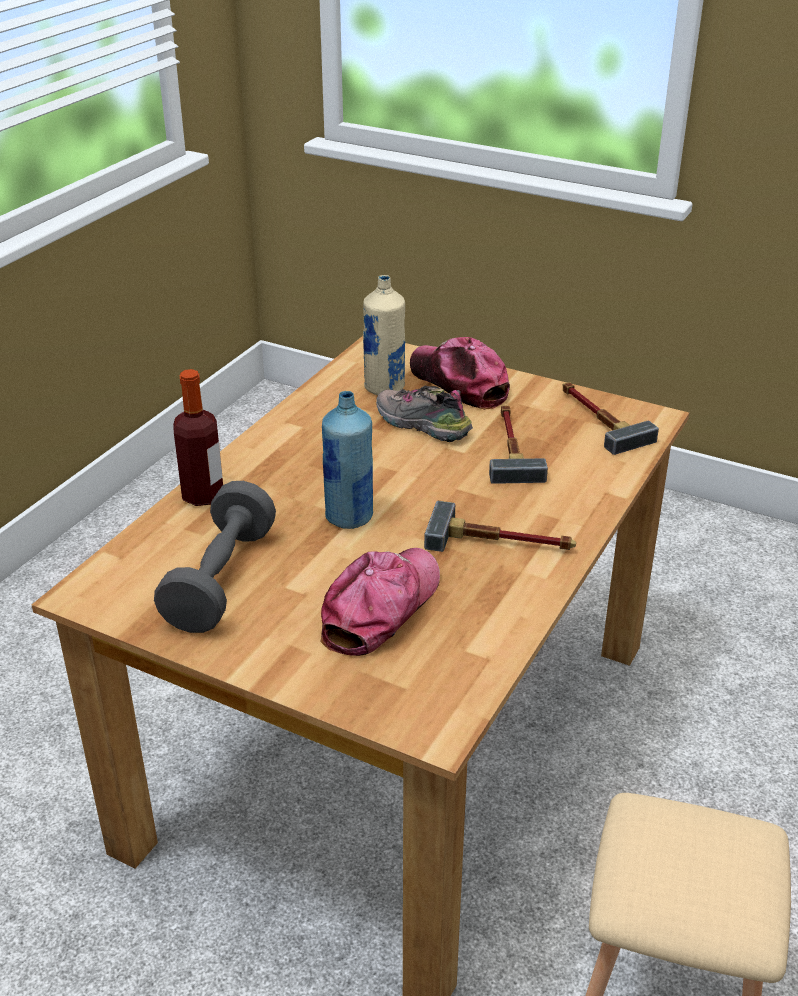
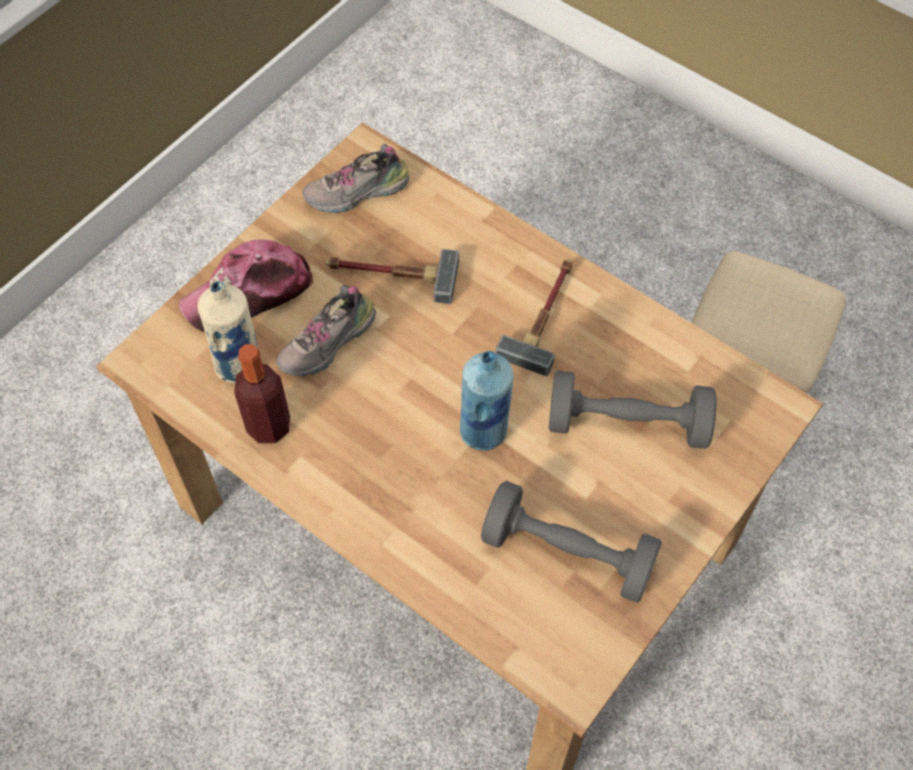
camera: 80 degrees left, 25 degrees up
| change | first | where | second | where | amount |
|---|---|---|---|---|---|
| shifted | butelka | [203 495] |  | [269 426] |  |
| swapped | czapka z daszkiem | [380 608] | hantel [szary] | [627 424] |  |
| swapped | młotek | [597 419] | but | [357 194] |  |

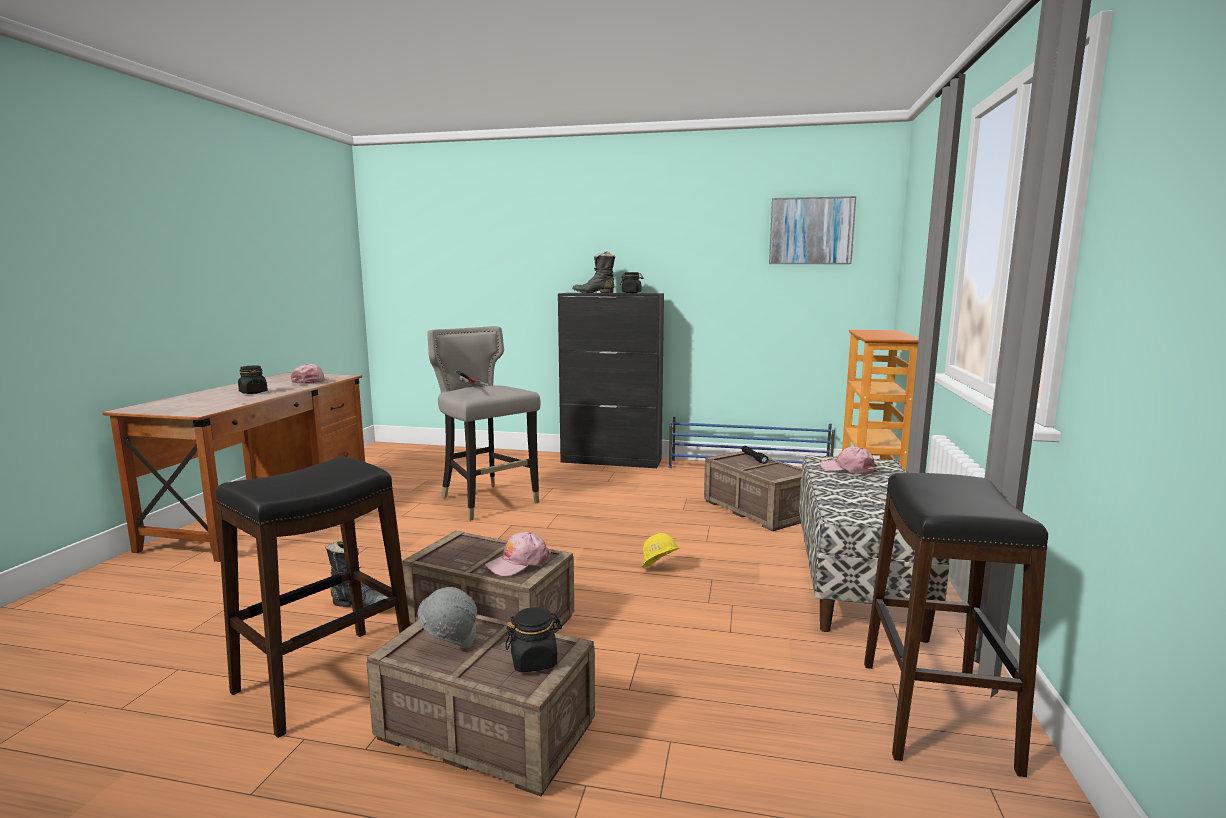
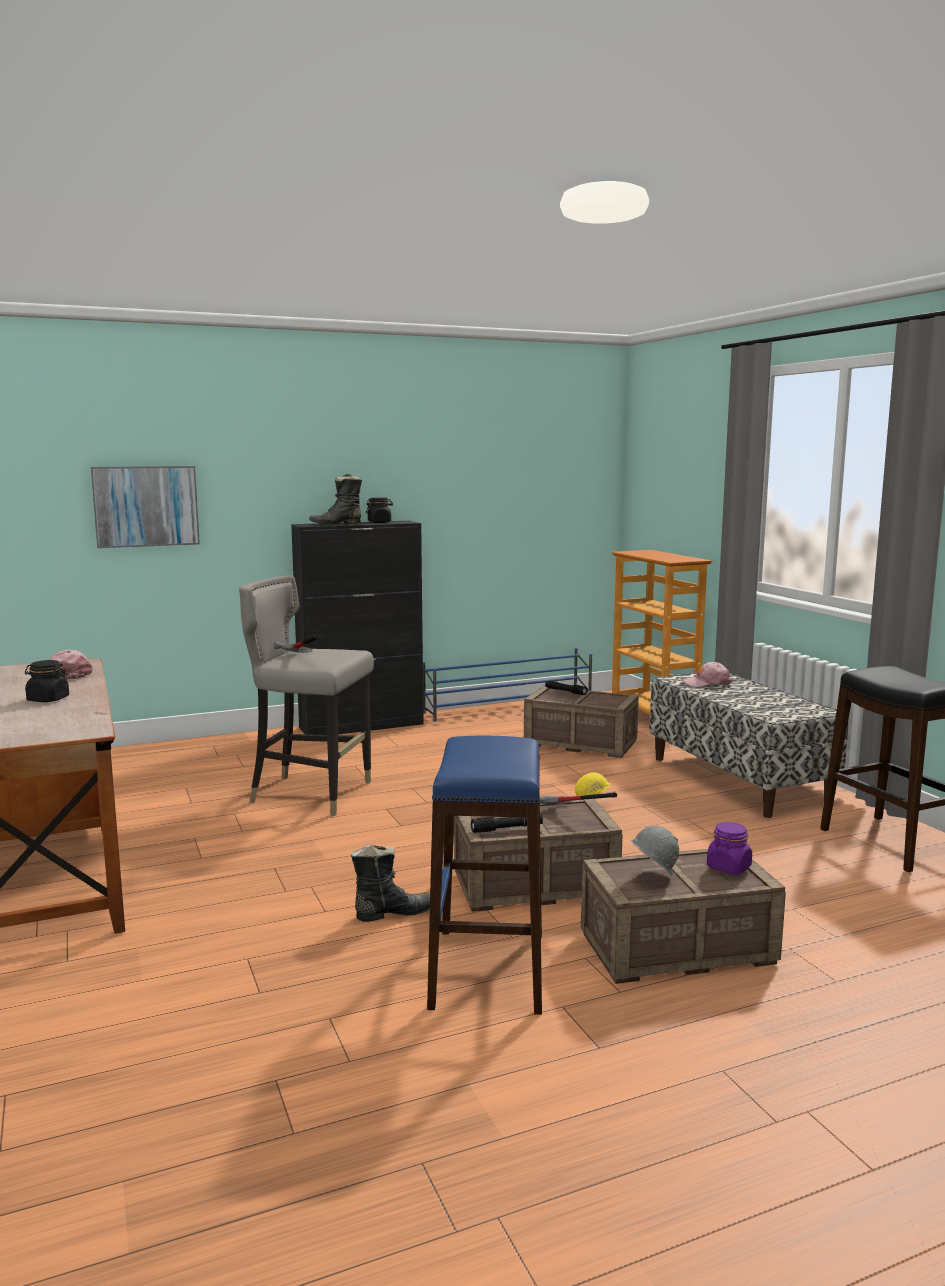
camera: 35 degrees left, 0 degrees up
| change | first | where | second | where | amount |
|---|---|---|---|---|---|
| repainted | stołek [czarny] | [326 678] | stołek [niebieski] | [488 969] |  |
| swapped | czapka z daszkiem [różowy] | [518 563] | młotek | [571 816] |  |
| repainted | słoik [czarny] | [534 661] | słoik [fioletowy] | [729 867] |  |
| shifted | obraz | [811 231] |  | [146 506] |  |
| new |  |  | latarka [czarny] | [507 829] |  |

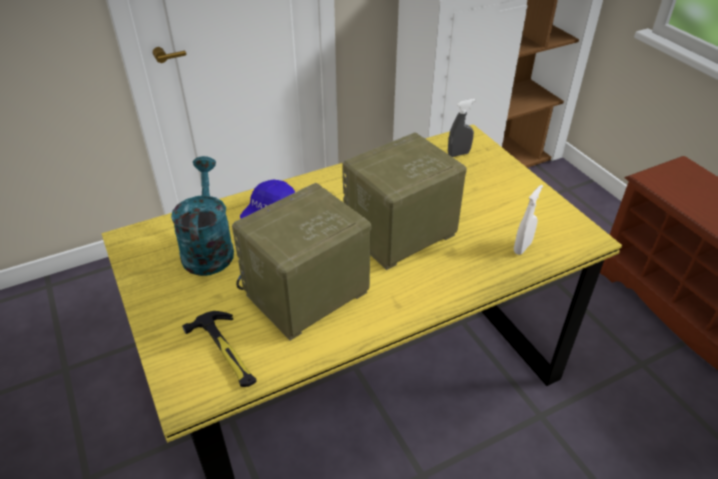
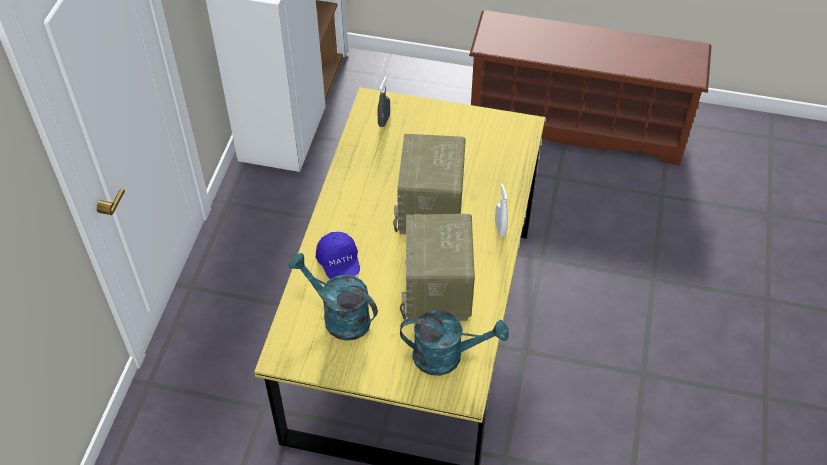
camera: 50 degrees left, 10 degrees up
| change | first | where | second | where | amount |
|---|---|---|---|---|---|
| swapped | młotek | [226 351] | konewka [turkusowy] | [447 356] |  |
| shifted | spryskiwacz [biały] | [522 247] |  | [500 228] |  |

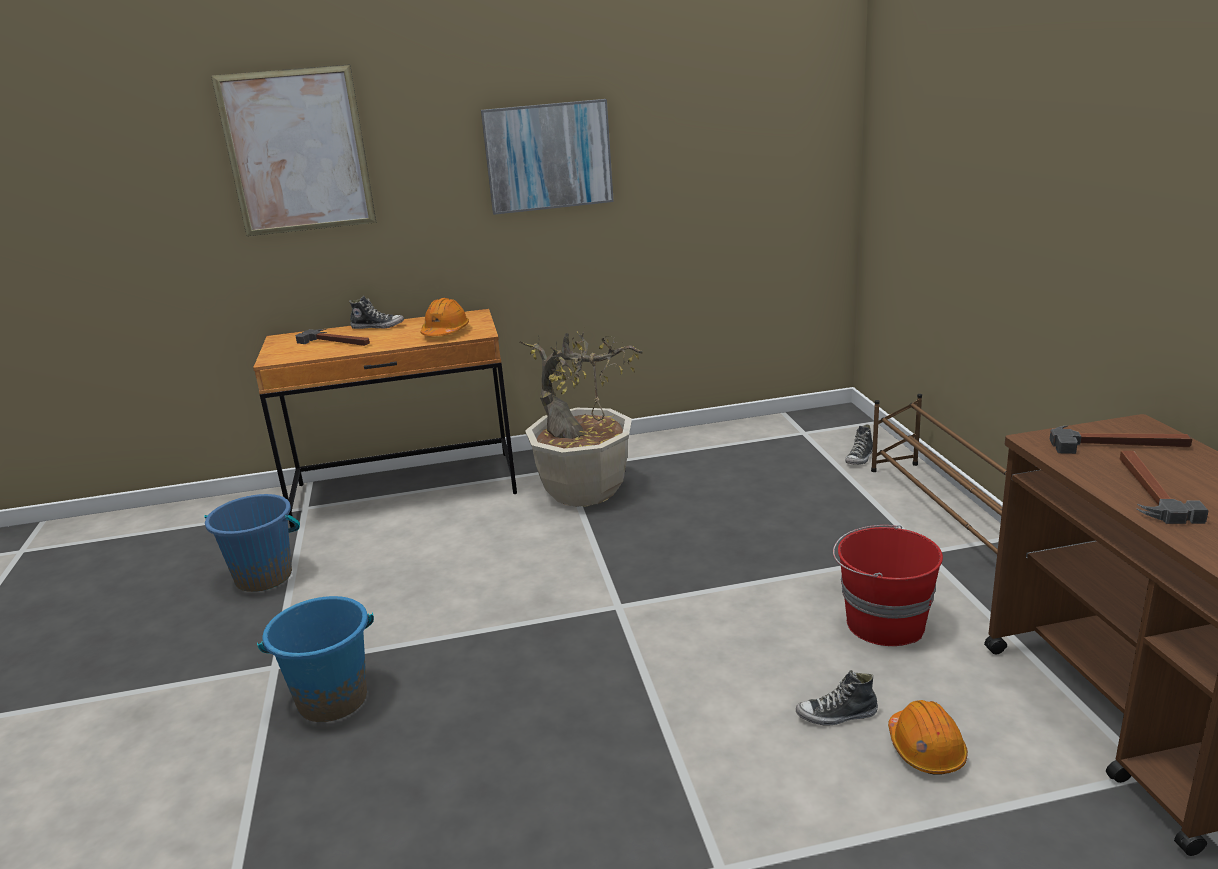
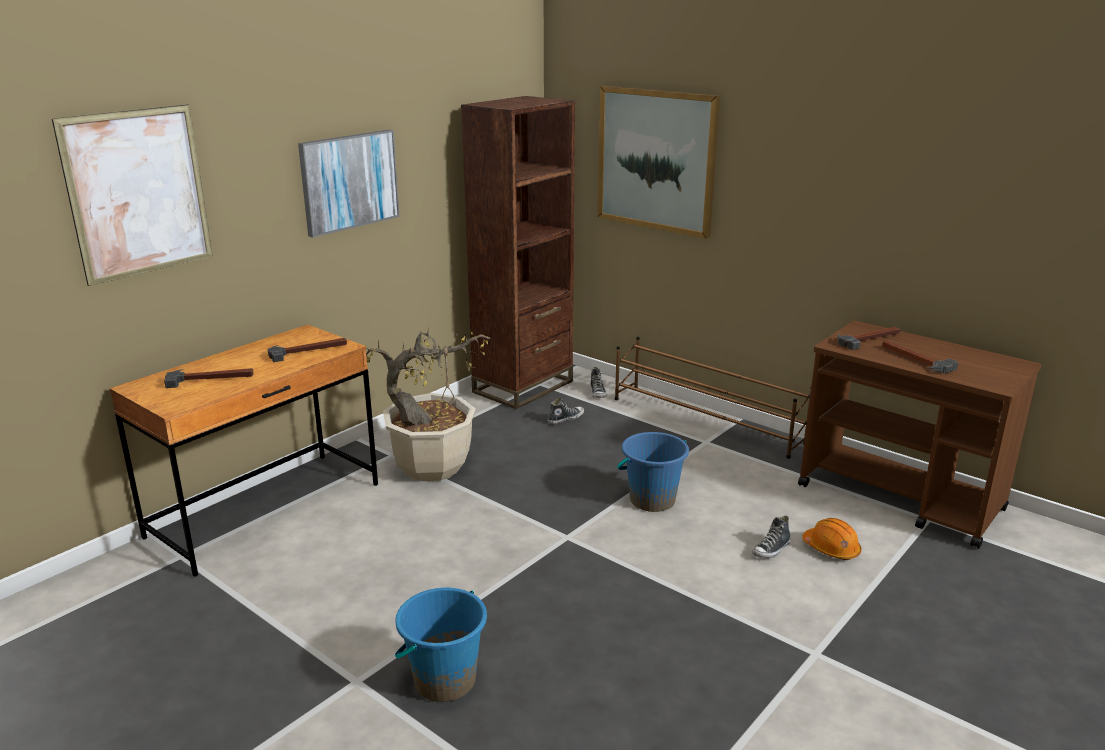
camera: 40 degrees left, 0 degrees up
| change | first | where | second | where | amount |
|---|---|---|---|---|---|
| shifted | wiadro [niebieski] | [264 577] |  | [652 500] |  |
| shifted | but | [378 326] |  | [565 418] |  |
| swapped | kask [pomarańczowy] | [445 332] | młotek | [308 351] |  |
| gone | wiadro [czerwony] | [883 623] |  |  |  |
| new |  |  | regał [brązowy] | [523 387] |  |
| new |  |  | obraz | [656 160] |  |

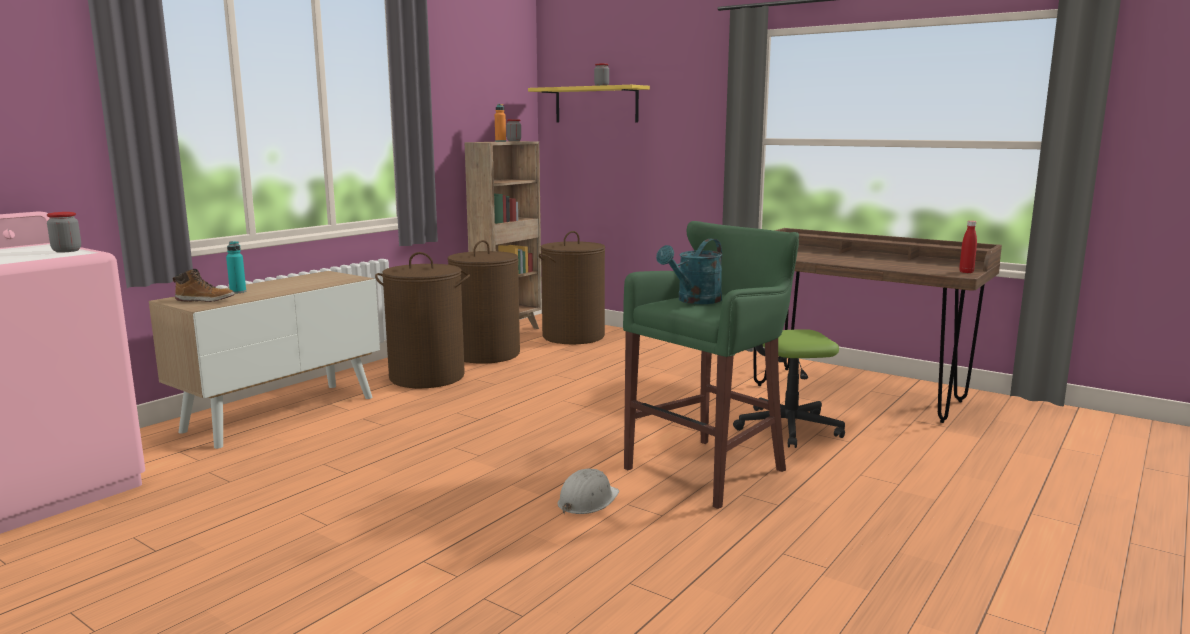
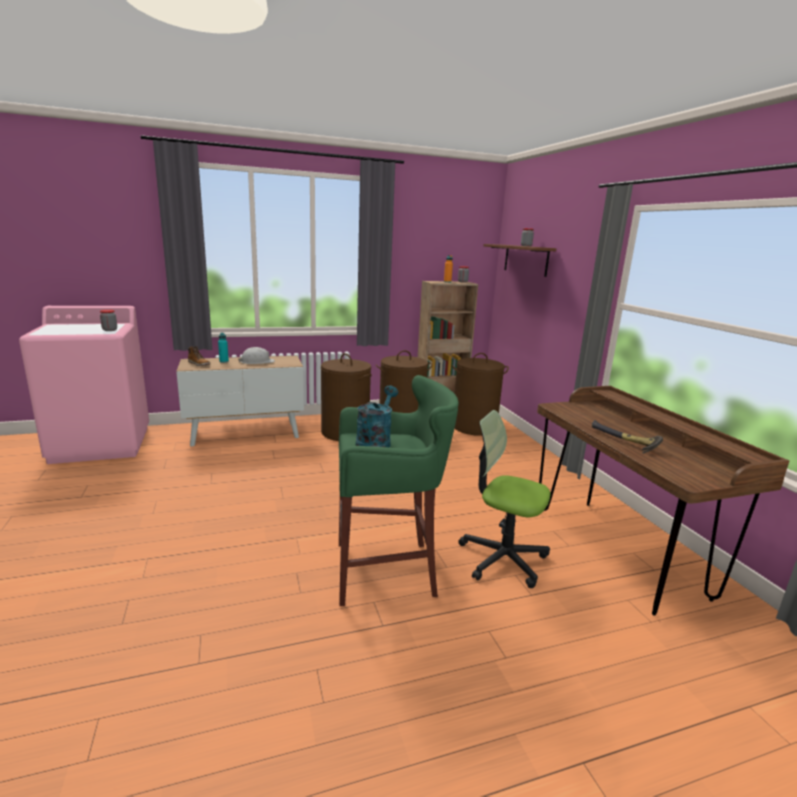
camera: 35 degrees right, 5 degrees up
| change | first | where | second | where | amount |
|---|---|---|---|---|---|
| repainted | półka [żółty] | [596 105] | półka [brązowy] | [525 259] |  |
| shifted | kask [biały] | [587 501] |  | [257 362] |  |
| rotated | konewka [turkusowy] | [694 301] |  | [375 441] | 120 degrees clockwise |
| gone | butelka [czerwony] | [966 272] |  |  |  |
| new |  |  | młotek | [623 442] |  |

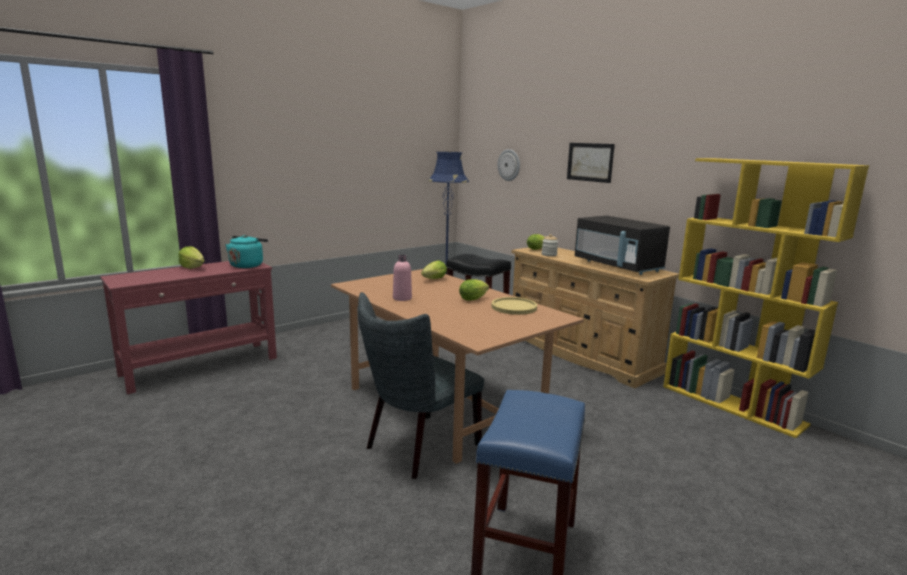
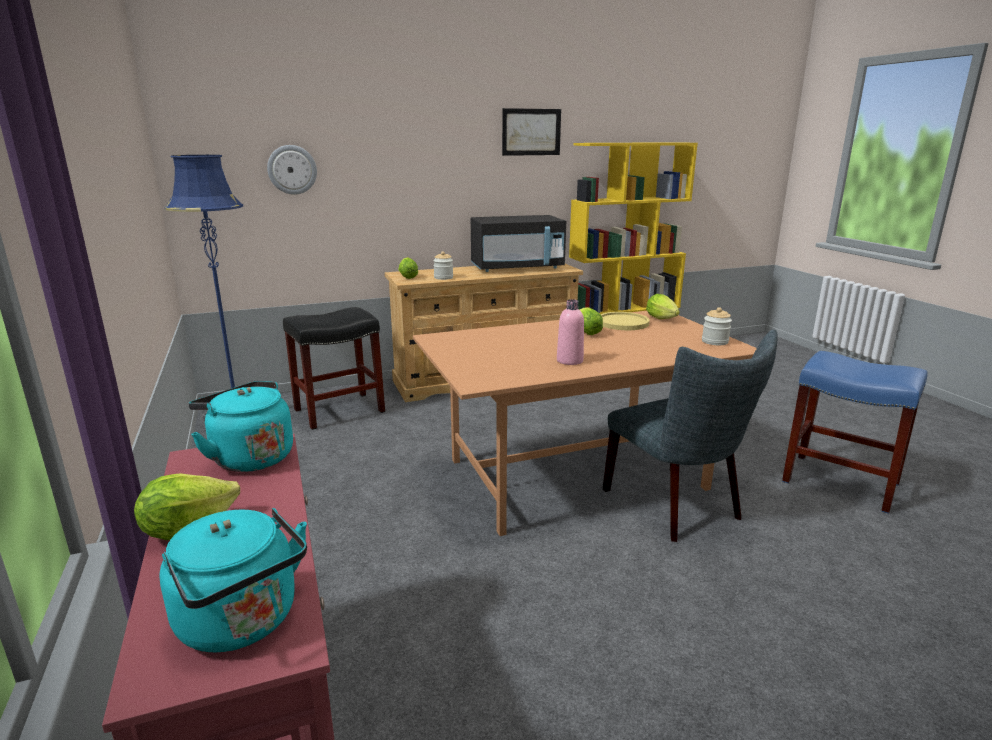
camera: 70 degrees left, 5 degrees up
| change | first | where | second | where | amount |
|---|---|---|---|---|---|
| shifted | sałata | [433 279] |  | [663 319] |  |
| shifted | obraz | [590 162] |  | [531 132] |  |
| new |  |  | czajnik [turkusowy] | [243 623] |  |
| new |  |  | słoik | [715 341] |  |

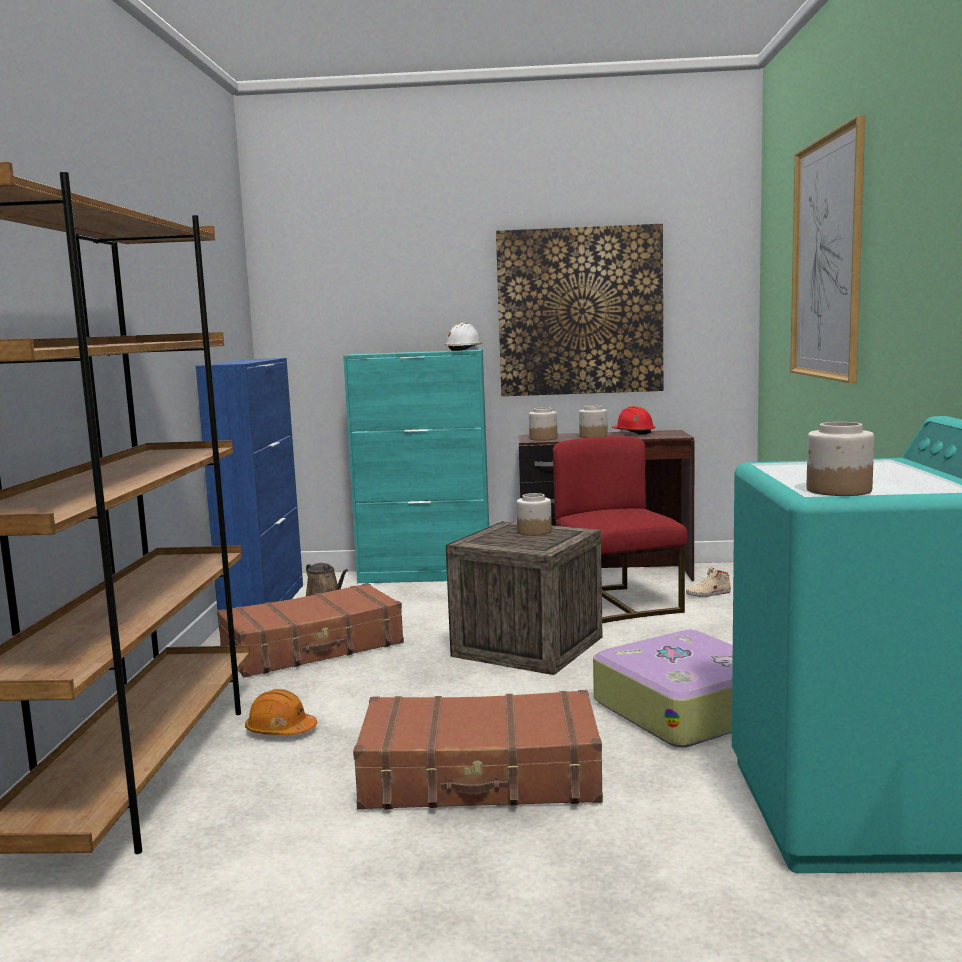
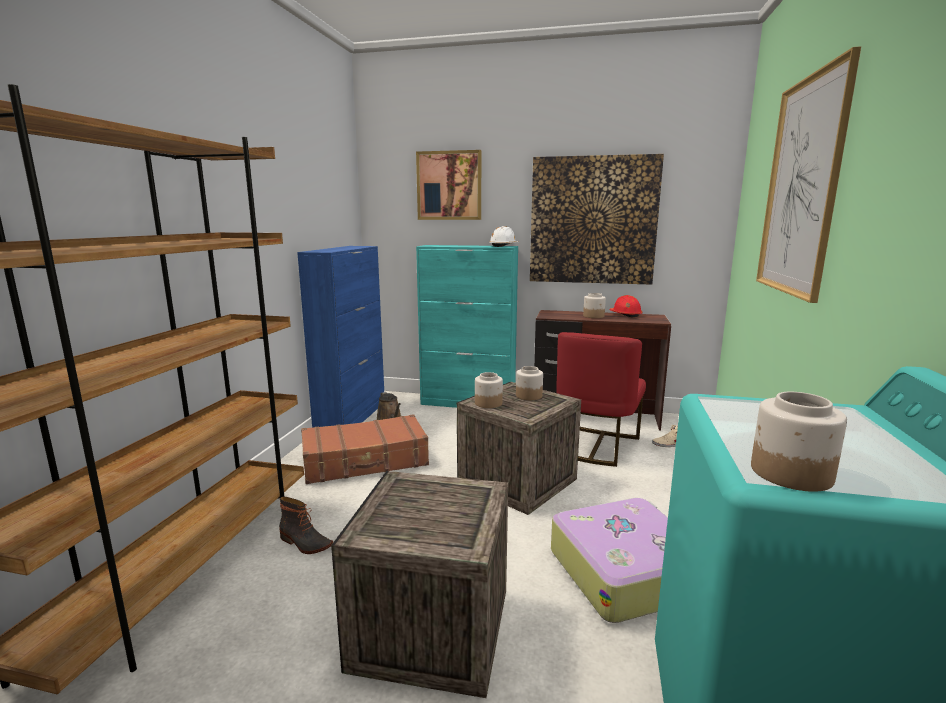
camera: 10 degrees right, 5 degrees up
| change | first | where | second | where | amount |
|---|---|---|---|---|---|
| swapped | kask [pomarańczowy] | [280 730] | but z cholewką | [305 543] |  |
| swapped | walizka [brązowy] | [481 777] | skrzynka | [431 628] |  |
| shifted | słoik | [543 438] |  | [488 403] |  |
| rotated | krzesło [czerwony] | [616 604] |  | [596 446] | 150 degrees counterclockwise |
| new |  |  | obraz | [449 186] |  |

